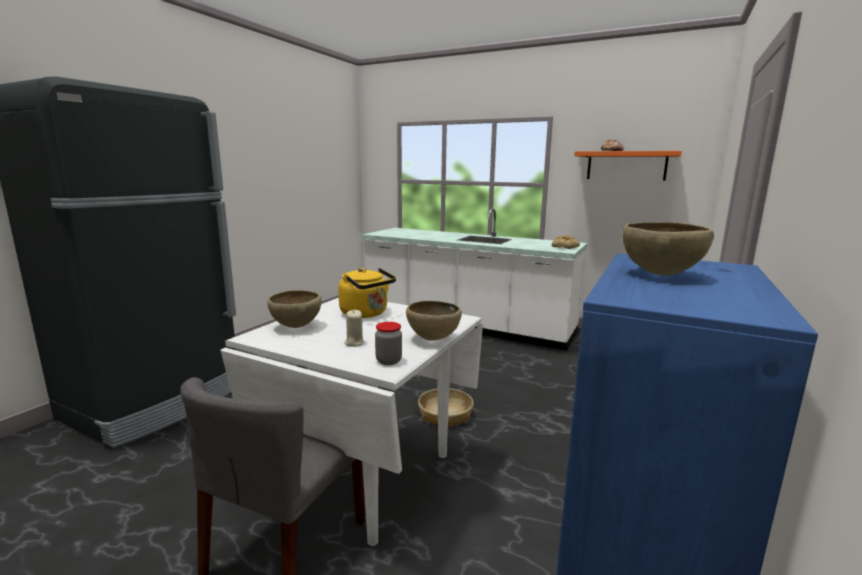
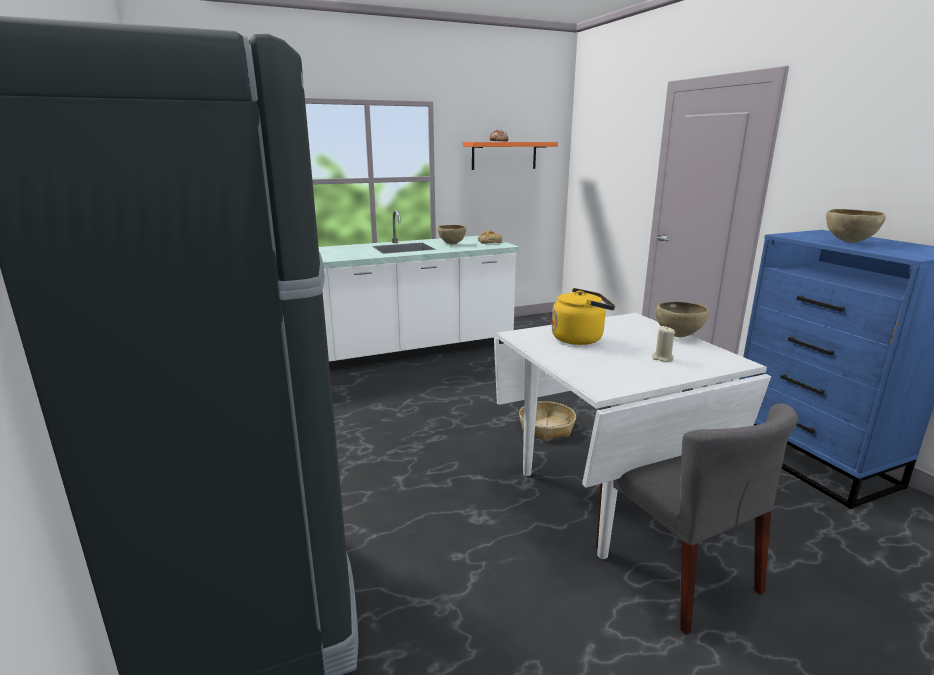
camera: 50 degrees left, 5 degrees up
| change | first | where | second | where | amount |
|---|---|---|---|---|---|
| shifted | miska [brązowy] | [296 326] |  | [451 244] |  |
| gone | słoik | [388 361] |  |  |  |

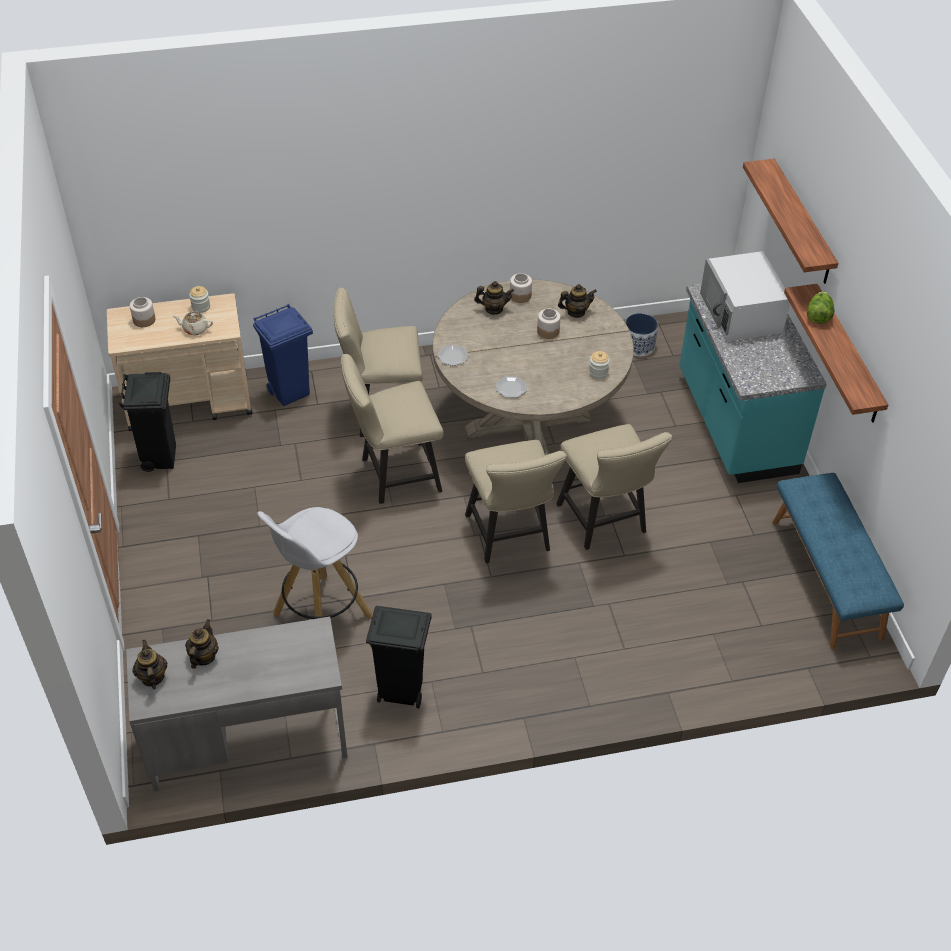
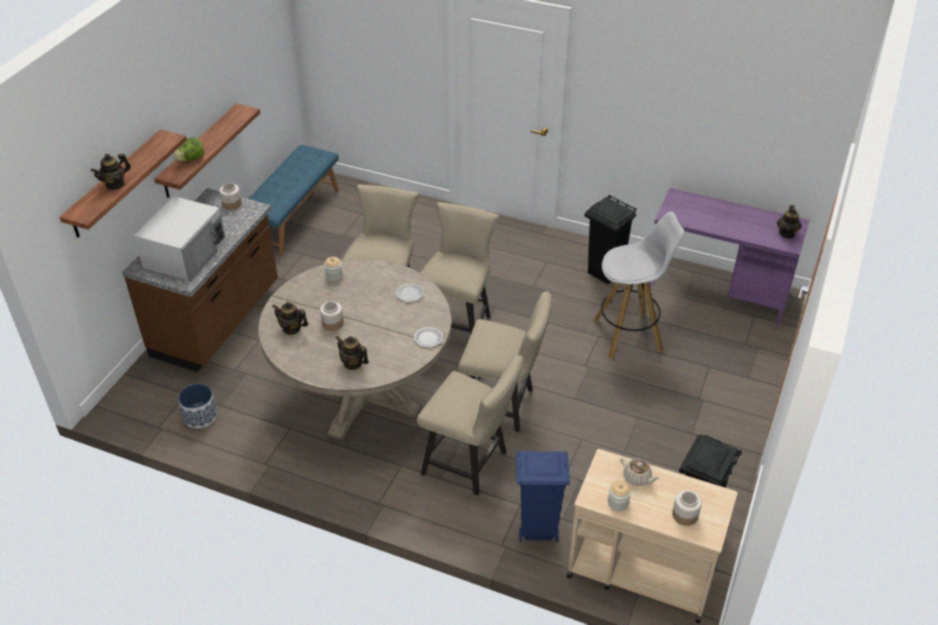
camera: 145 degrees left, 5 degrees down
| change | first | where | second | where | amount |
|---|---|---|---|---|---|
| repainted | biurko [szary] | [247 739] | biurko [fioletowy] | [717 291] |  |
| shifted | imbryk | [203 657] |  | [115 184] |  |
| shifted | słoik | [520 296] |  | [232 204] |  |
| repainted | zabudowa kuchenna [turkusowy] | [734 424] | zabudowa kuchenna [brązowy] | [218 321] |  |

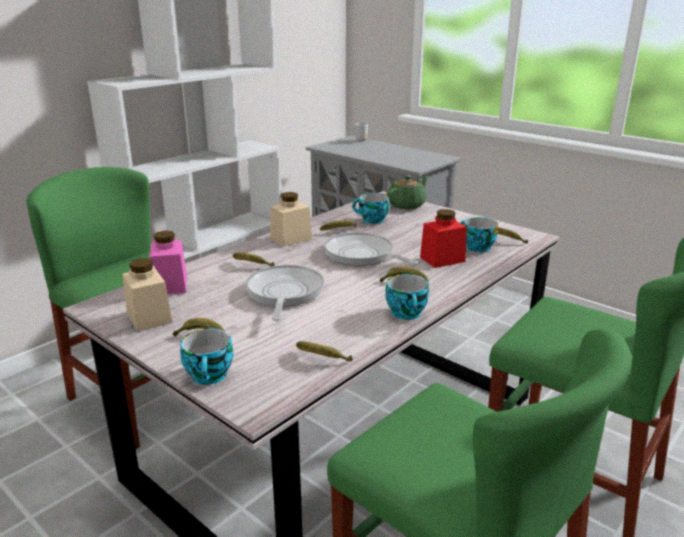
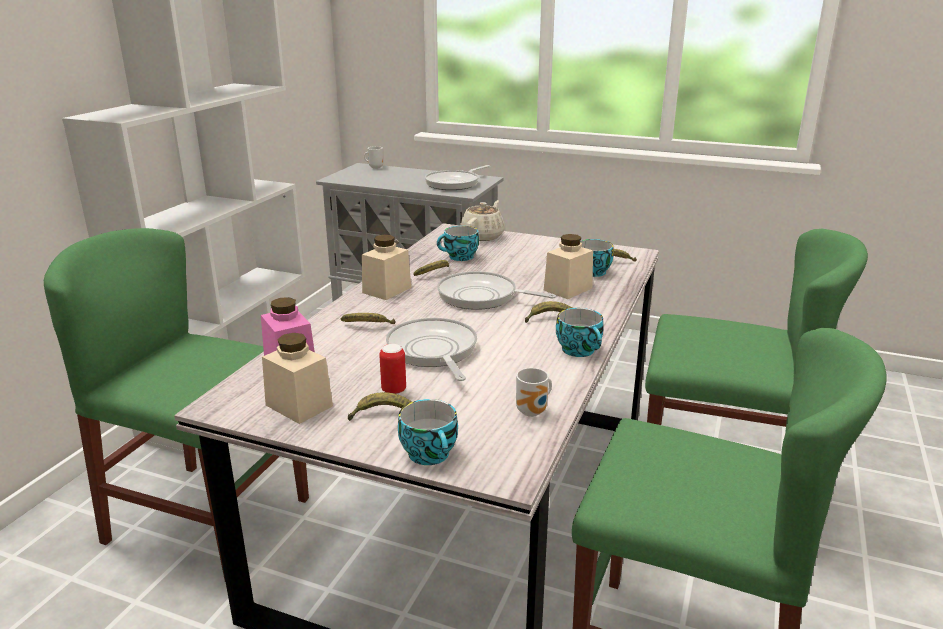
camera: 20 degrees left, 0 degrees up
| change | first | where | second | where | amount |
|---|---|---|---|---|---|
| swapped | banan | [322 358] | kubek | [534 412] |  |
| repainted | imbryk [zielony] | [407 205] | imbryk [beżowy] | [483 236] |  |
| repainted | słoik [czerwony] | [442 259] | słoik [beżowy] | [568 289] |  |
| new |  |  | puszka | [394 390] |  |
| new |  |  | patelnia | [455 183] |  |

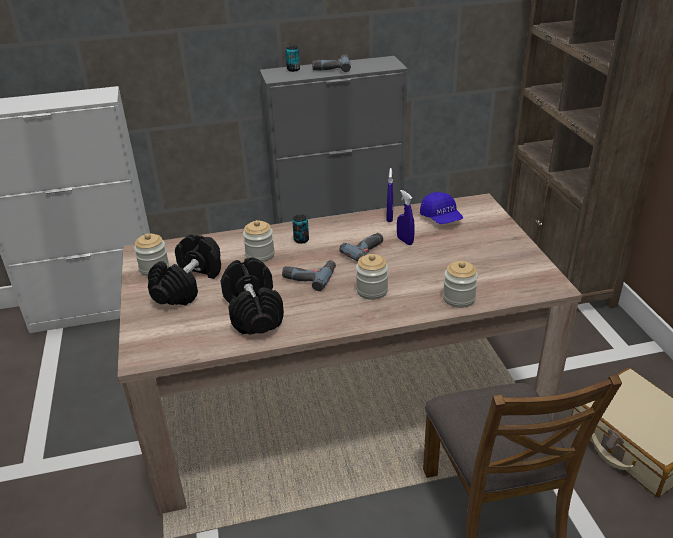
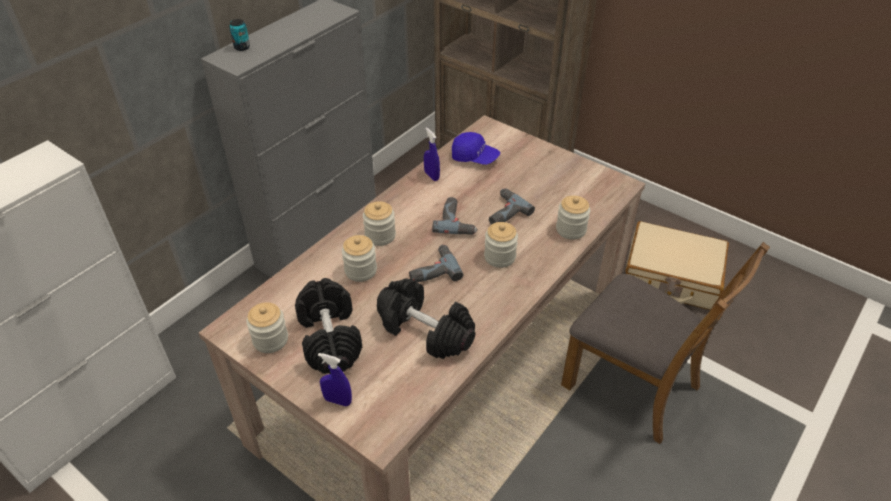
camera: 40 degrees left, 10 degrees up
| change | first | where | second | where | amount |
|---|---|---|---|---|---|
| swapped | puszka | [301 240] | słoik | [380 236] |  |
| shifted | wiertarka | [331 67] |  | [503 212] |  |
| shifted | spryskiwacz [niebieski] | [405 241] |  | [338 401] |  |

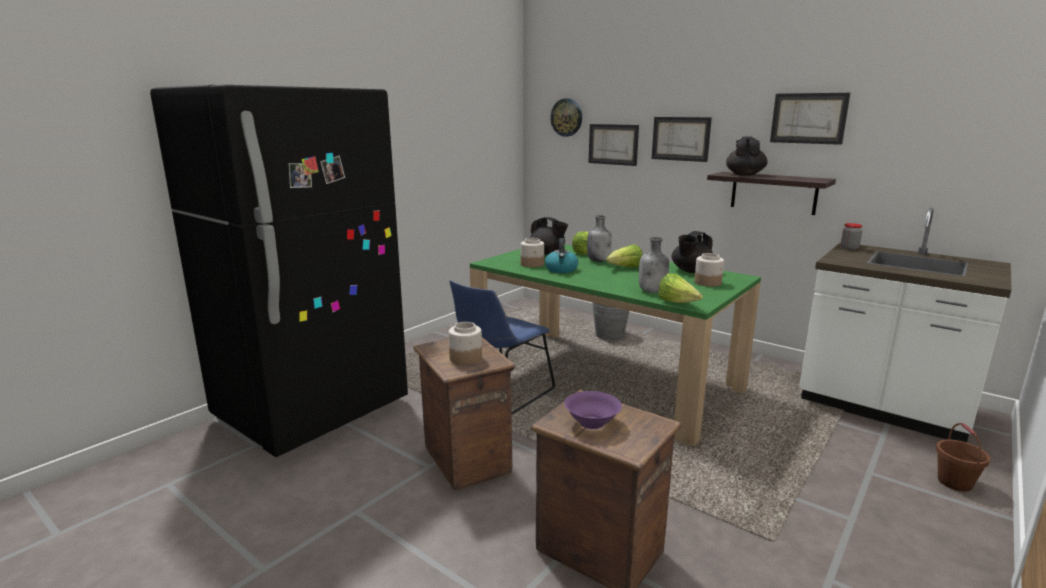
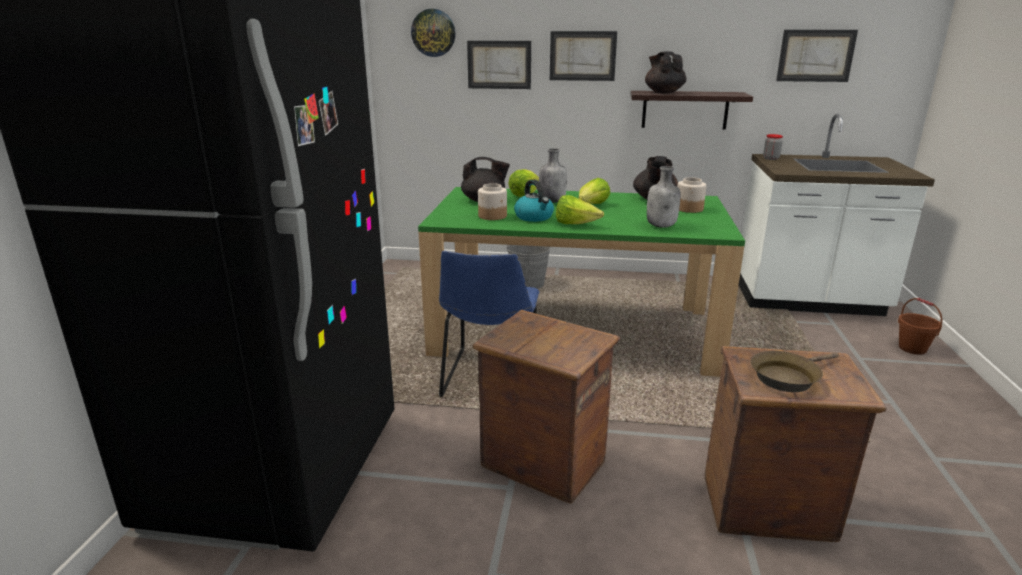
camera: 30 degrees left, 5 degrees up
| change | first | where | second | where | amount |
|---|---|---|---|---|---|
| gone | słoik | [465 358] |  |  |  |
| swapped | miska [fioletowy] | [591 422] | patelnia [brązowy] | [787 377] |  |
| shifted | sałata | [677 303] |  | [575 224] |  |
| shifted | obraz | [808 118] |  | [815 55] |  |

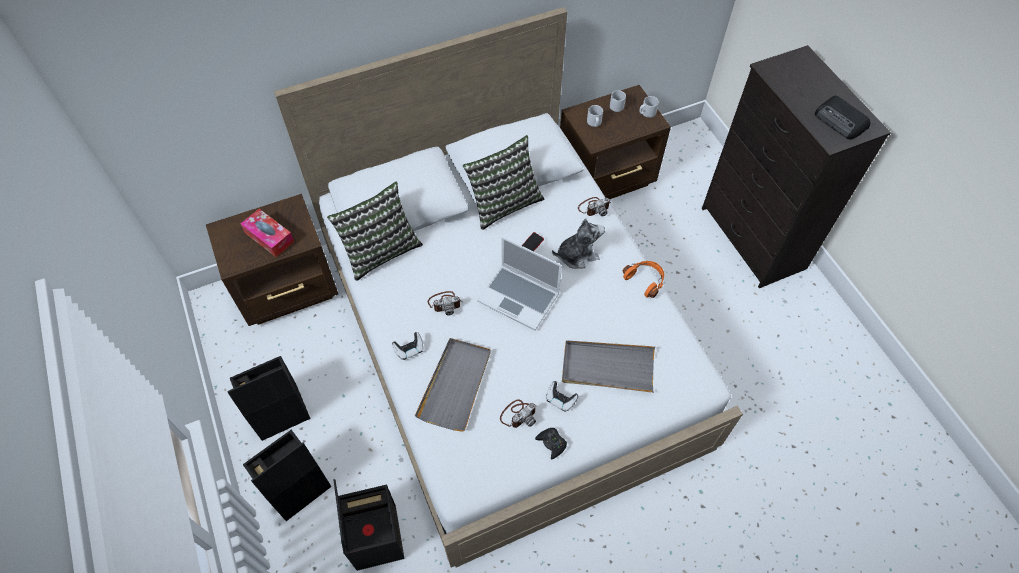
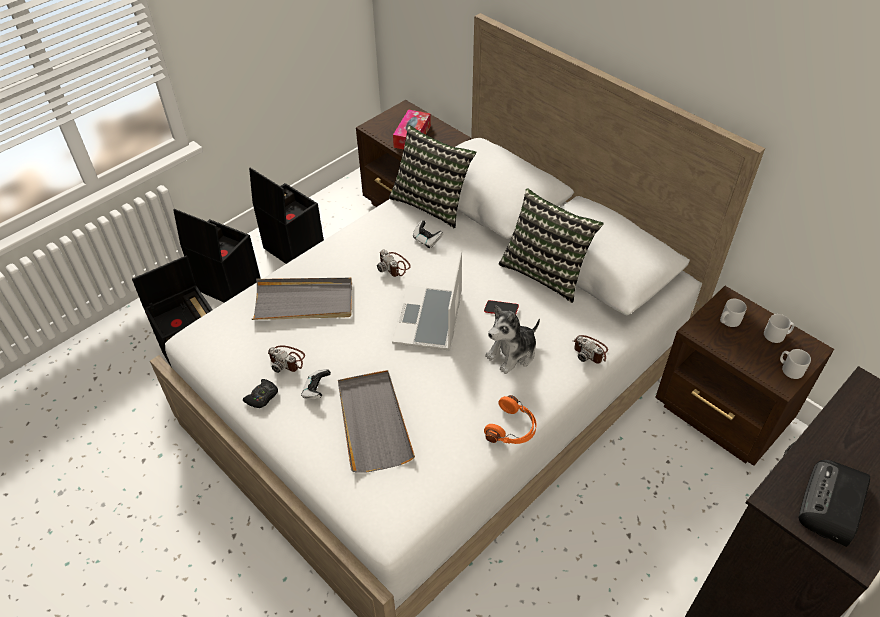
camera: 70 degrees right, 10 degrees down
| change | first | where | second | where | amount |
|---|---|---|---|---|---|
| shifted | pad do gier | [409 350] |  | [427 240] |  |
| rotated | pluszak | [577 255] |  | [512 353] | 90 degrees clockwise |

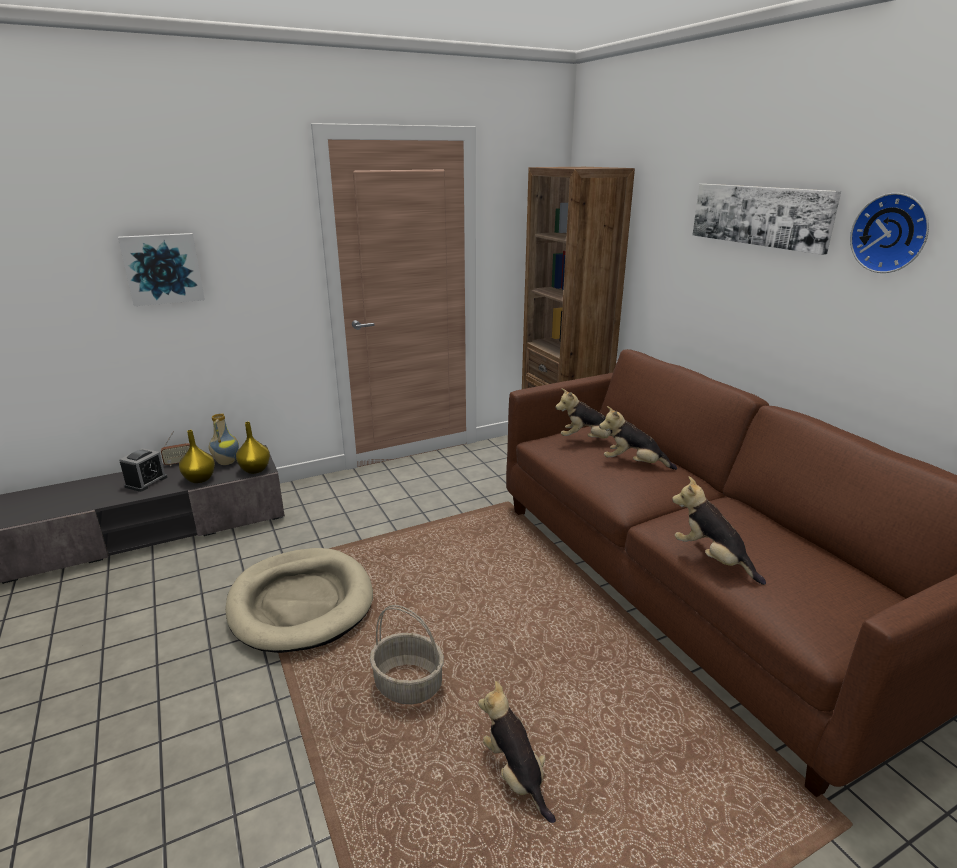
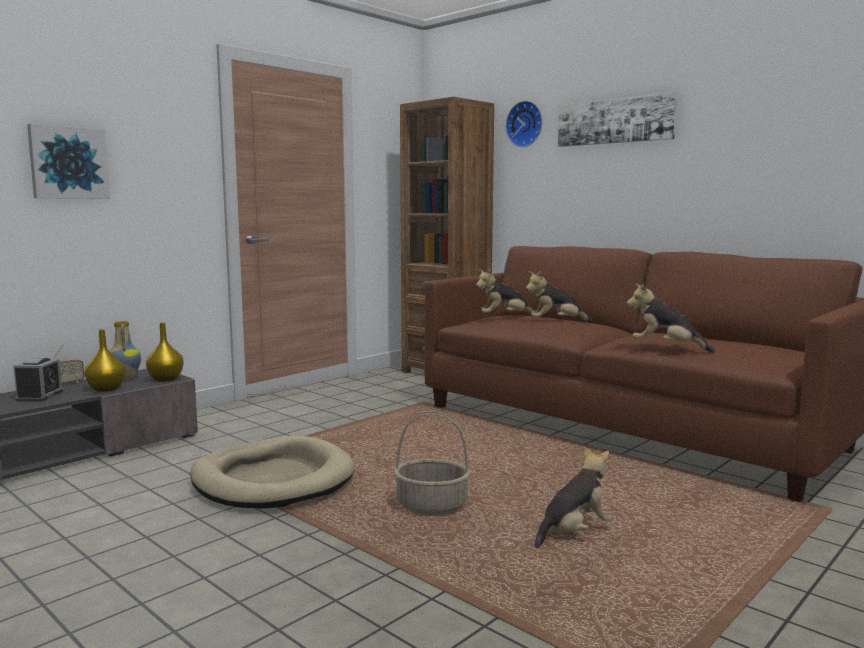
camera: 20 degrees left, 15 degrees down
| change | first | where | second | where | amount |
|---|---|---|---|---|---|
| rotated | pluszak | [515 774] |  | [573 532] | 105 degrees clockwise |
| shifted | zegar ścienny | [891 233] |  | [526 124] |  |

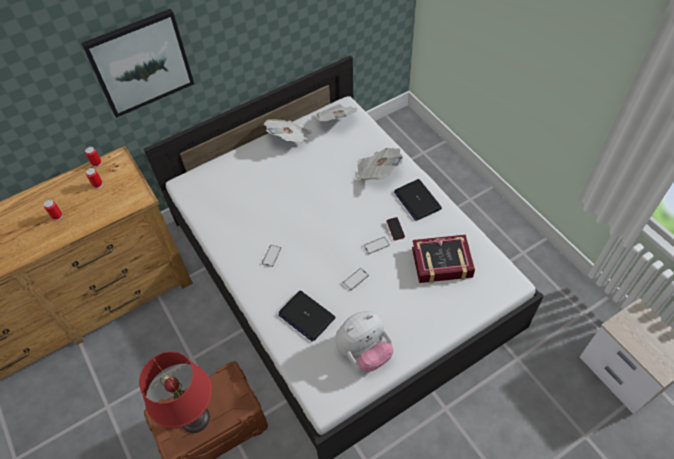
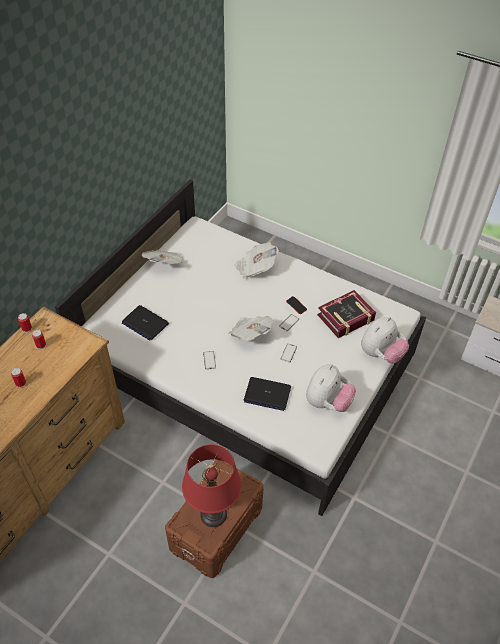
camera: 30 degrees left, 5 degrees down
| change | first | where | second | where | amount |
|---|---|---|---|---|---|
| gone | obraz | [140 63] |  |  |  |
| shifted | gazeta | [336 121] |  | [251 334] |  |
| shifted | laptop | [417 200] |  | [145 323] |  |
| new |  |  | pluszak | [381 354] |  |

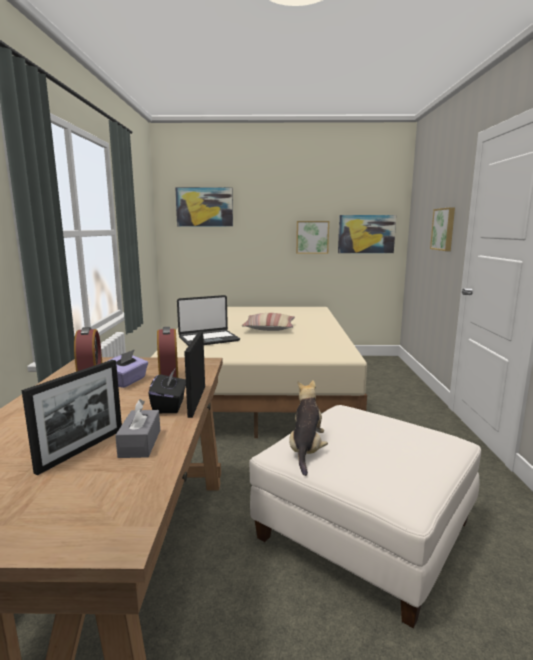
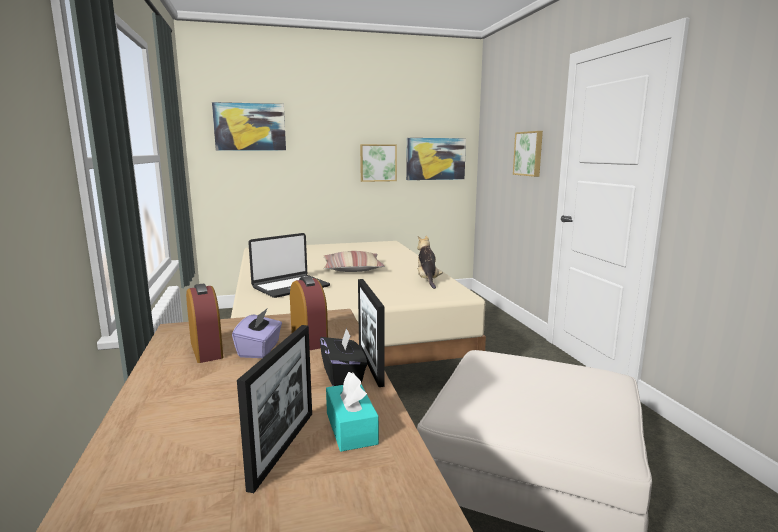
camera: 15 degrees left, 0 degrees up
| change | first | where | second | where | amount |
|---|---|---|---|---|---|
| repainted | pudełko chusteczek [szary] | [140 443] | pudełko chusteczek [turkusowy] | [351 428] |  |
| shifted | pluszak | [306 450] |  | [427 280] |  |

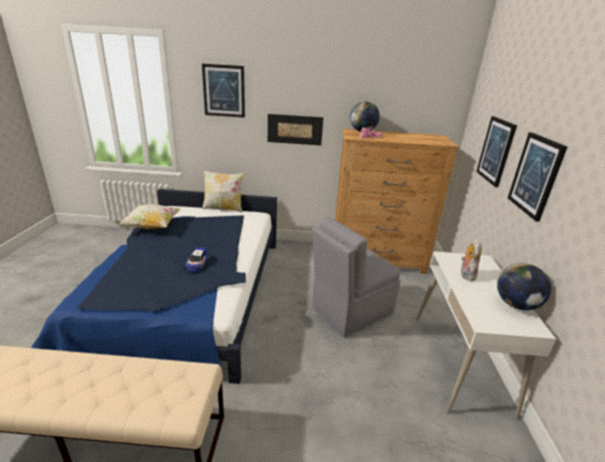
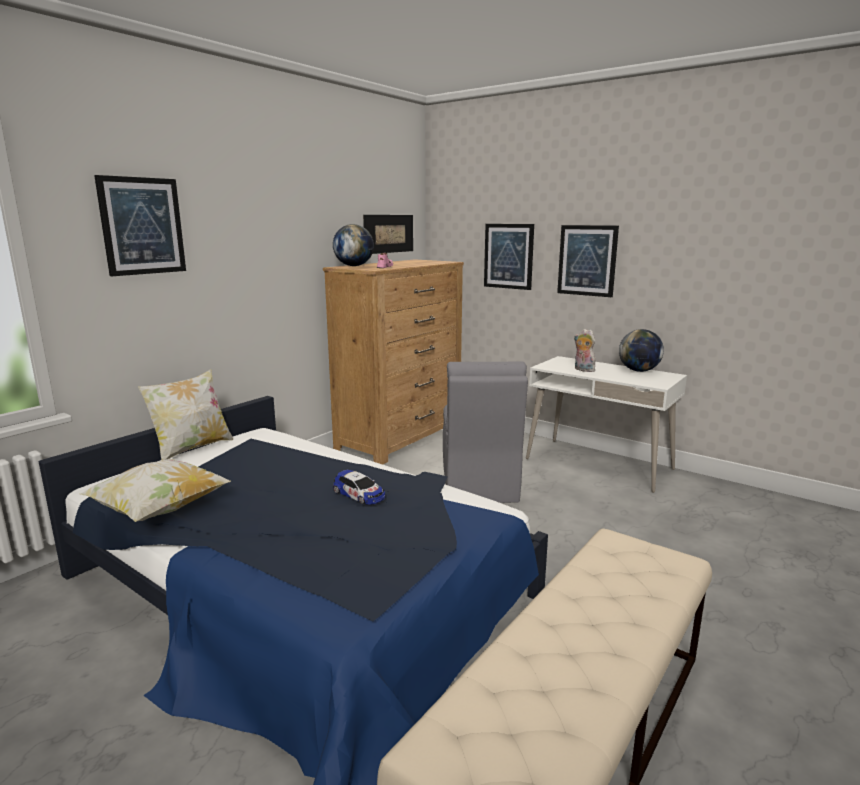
camera: 55 degrees left, 10 degrees down
| change | first | where | second | where | amount |
|---|---|---|---|---|---|
| shifted | obraz | [295 129] |  | [388 233] |  |

